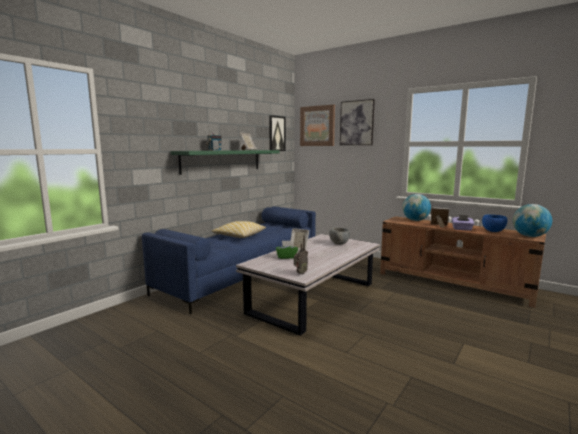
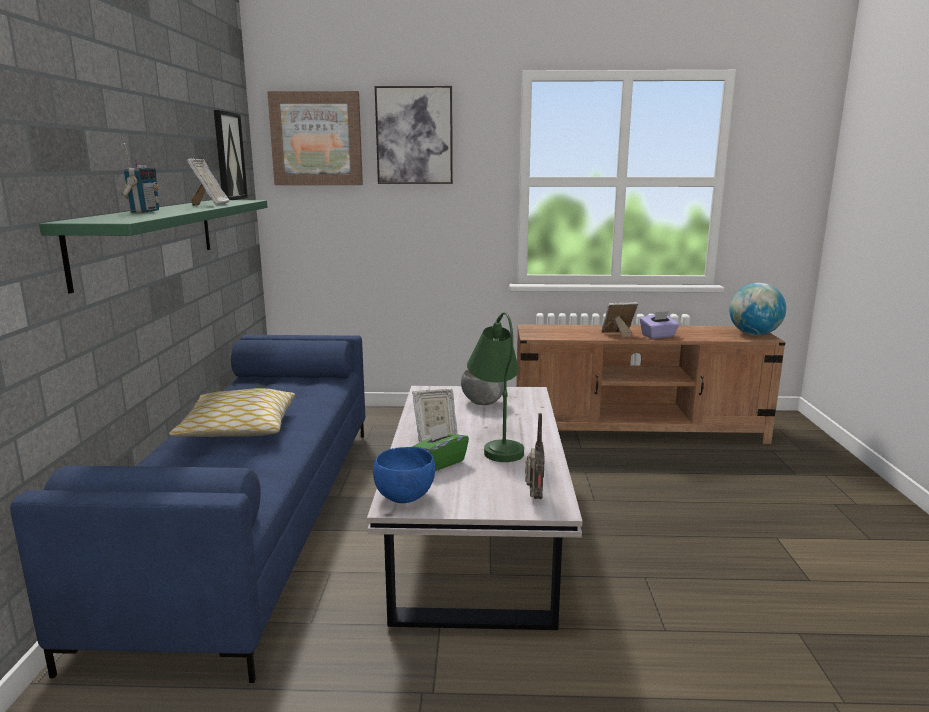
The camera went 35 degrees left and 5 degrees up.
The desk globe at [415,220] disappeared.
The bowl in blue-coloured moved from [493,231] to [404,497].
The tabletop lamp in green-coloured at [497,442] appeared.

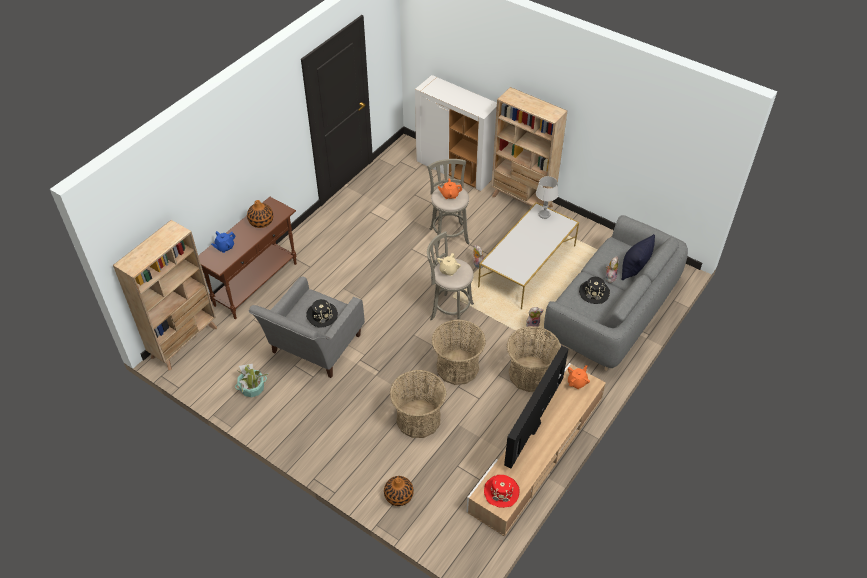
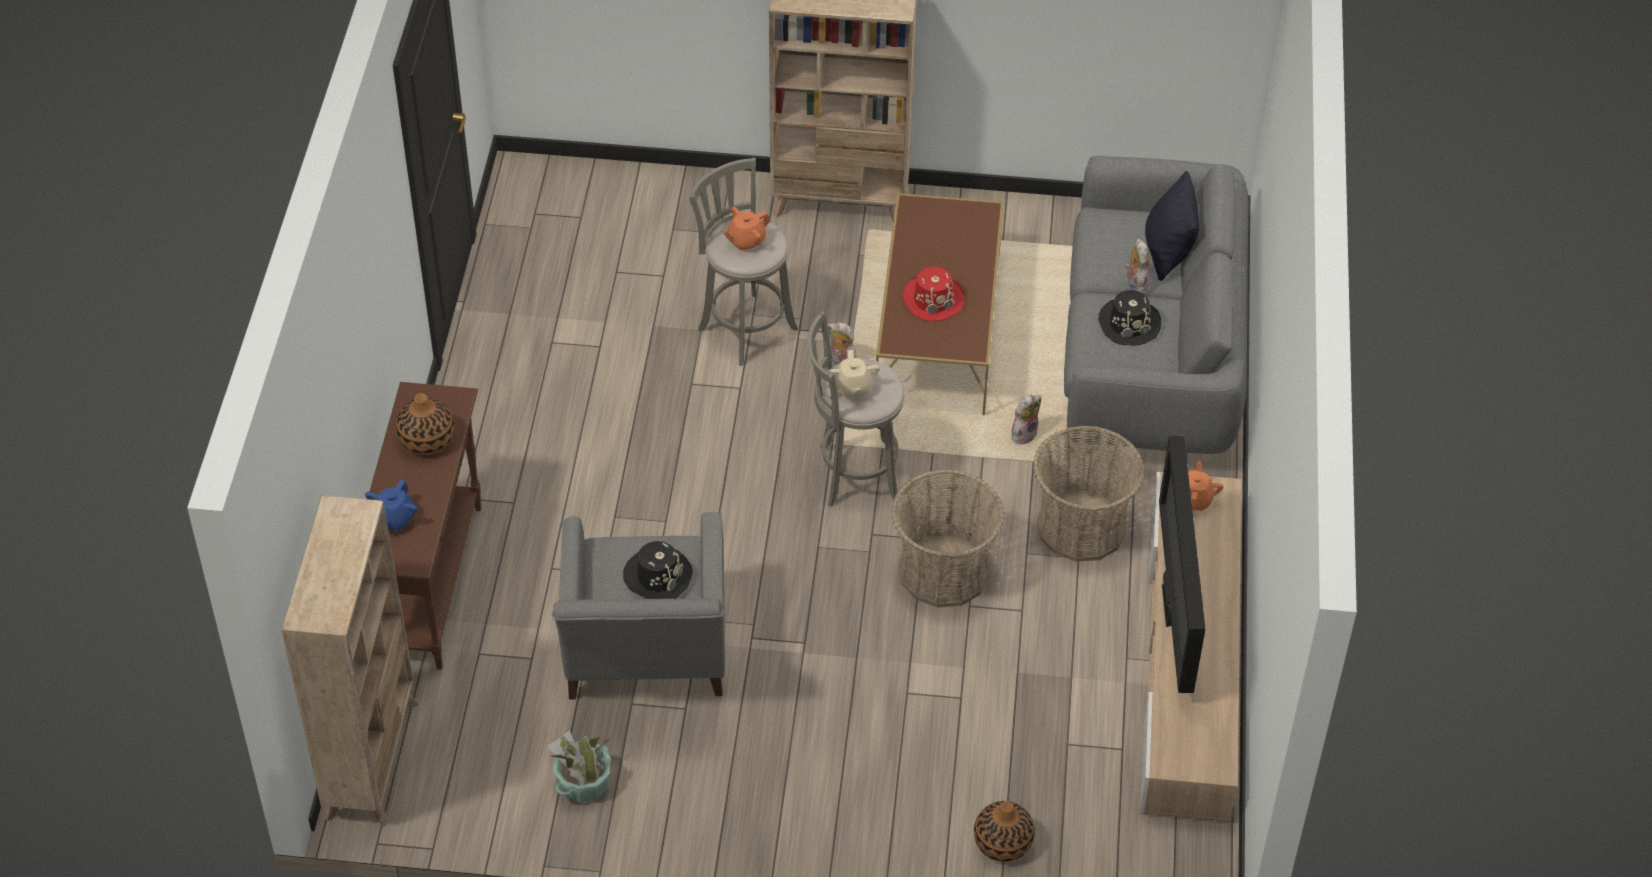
The camera went 30 degrees left and 0 degrees up.
The cupboard in white-coloured at [456,169] disappeared.
The tabletop lamp in grey at [544,214] disappeared.
The lounge table in white-coloured at [527,266] became the lounge table in brownish at [938,329].
The basket at [418,419] disappeared.
The hat in red moved from [501,491] to [933,299].

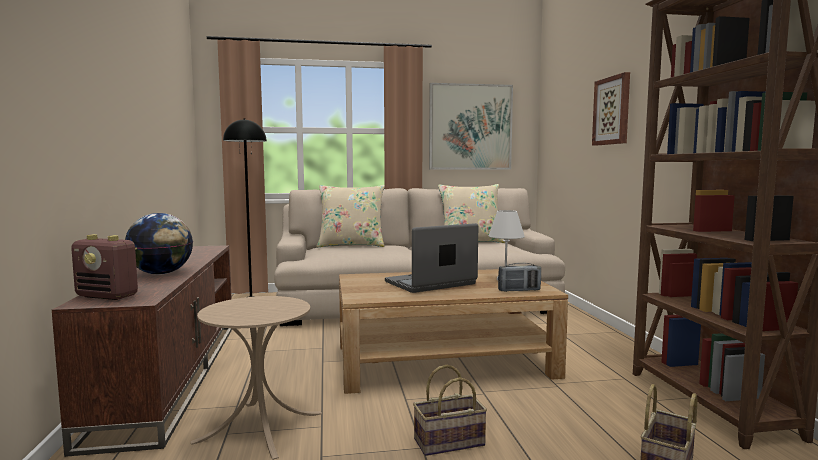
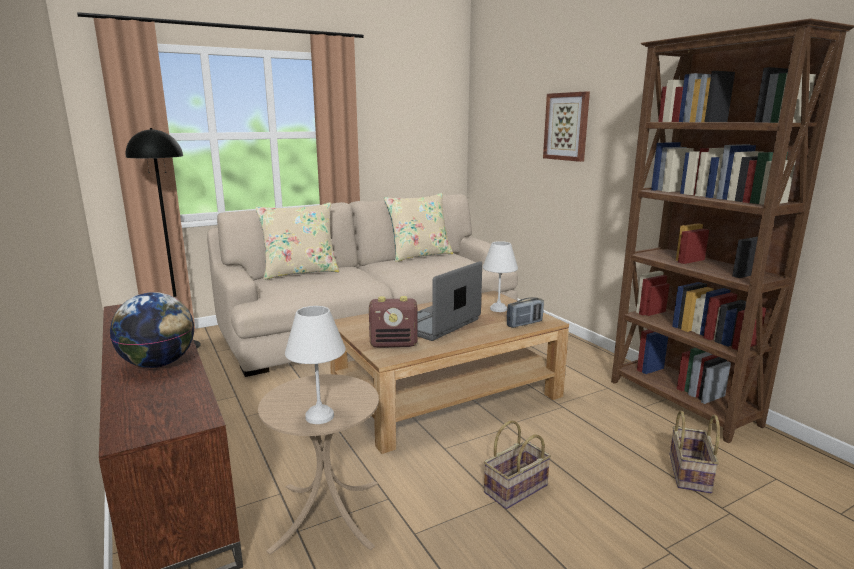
The camera went 20 degrees left and 10 degrees up.
The picture at [470,127] disappeared.
The radio receiver moved from [108,296] to [394,344].
The tabletop lamp in white-coloured at [318,416] appeared.

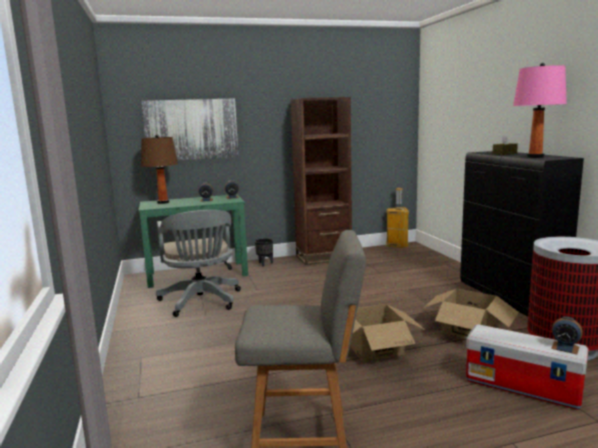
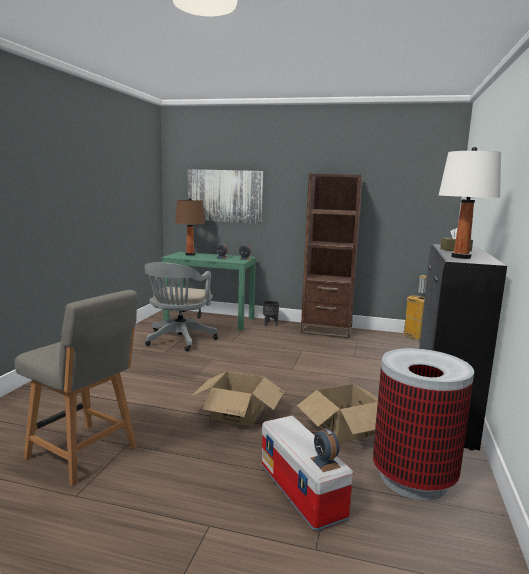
The camera went 30 degrees right and 0 degrees up.
The tabletop lamp in pink-coloured at [535,157] became the tabletop lamp in white-coloured at [460,257].

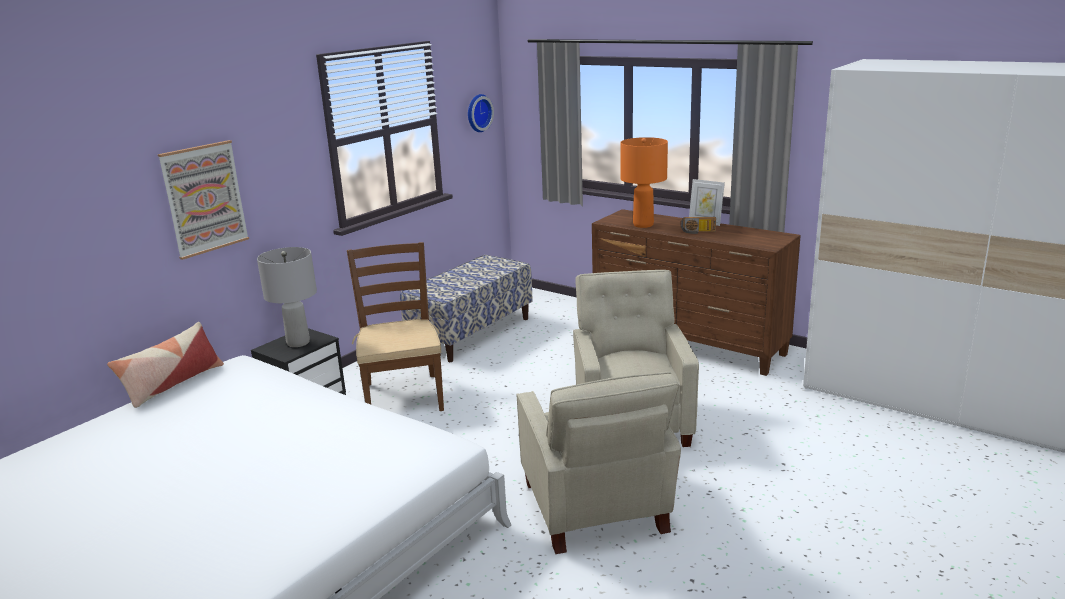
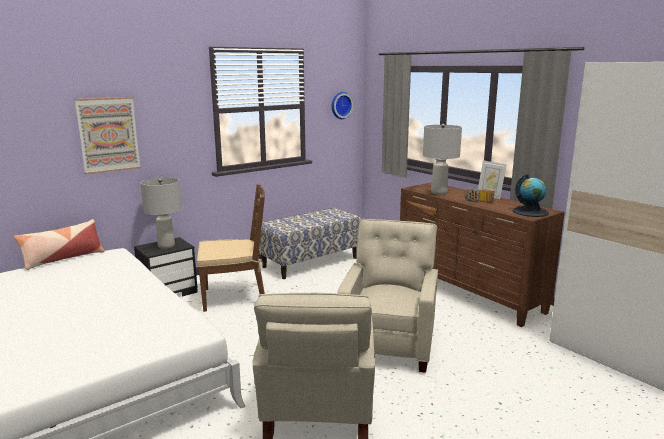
The camera went 15 degrees right and 5 degrees down.
The tabletop lamp in orange-coloured at [643,225] became the tabletop lamp in grey at [439,193].
The chair in brownish at [403,396] turned 75 degrees clockwise.
The desk globe at [530,212] appeared.

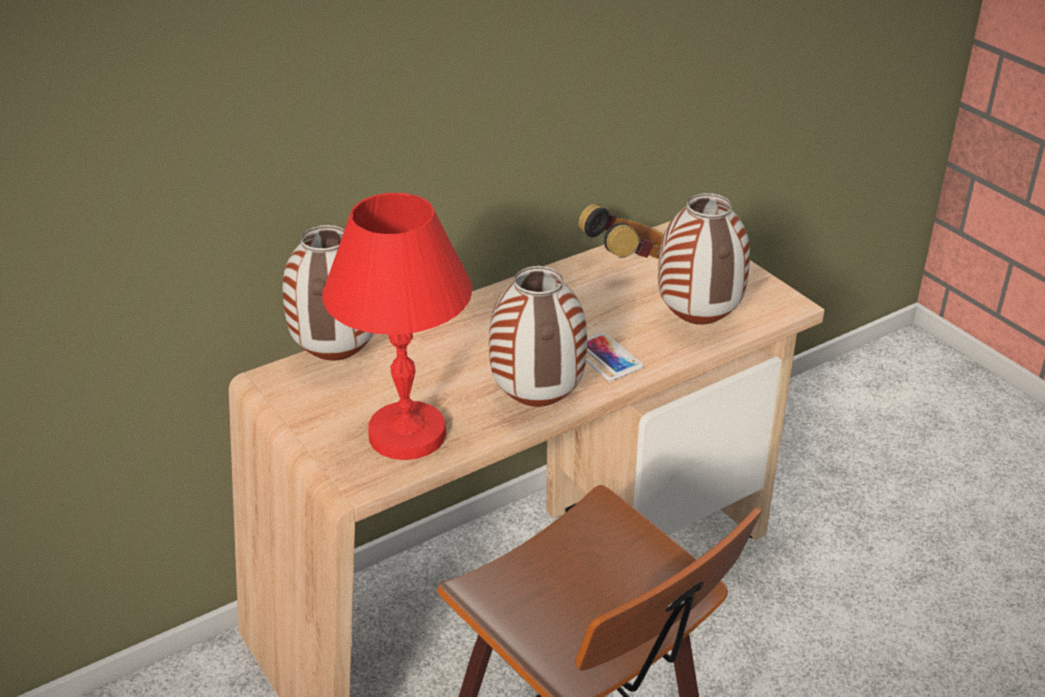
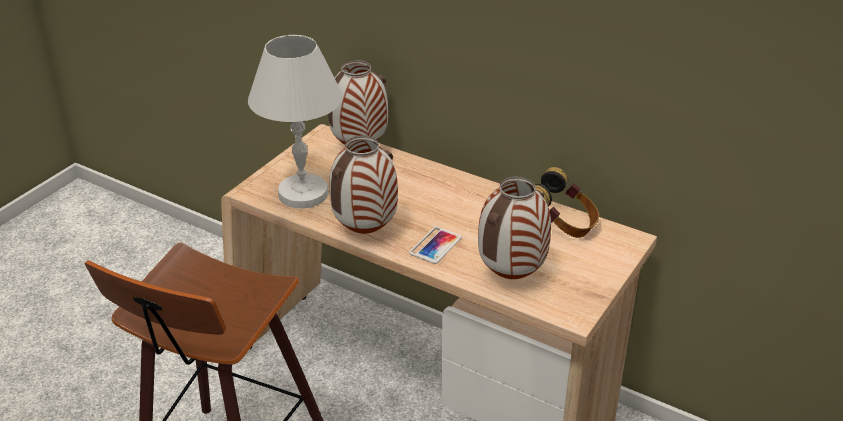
The camera went 65 degrees right and 0 degrees up.
The tabletop lamp in red at [407,435] became the tabletop lamp in white-coloured at [302,194].

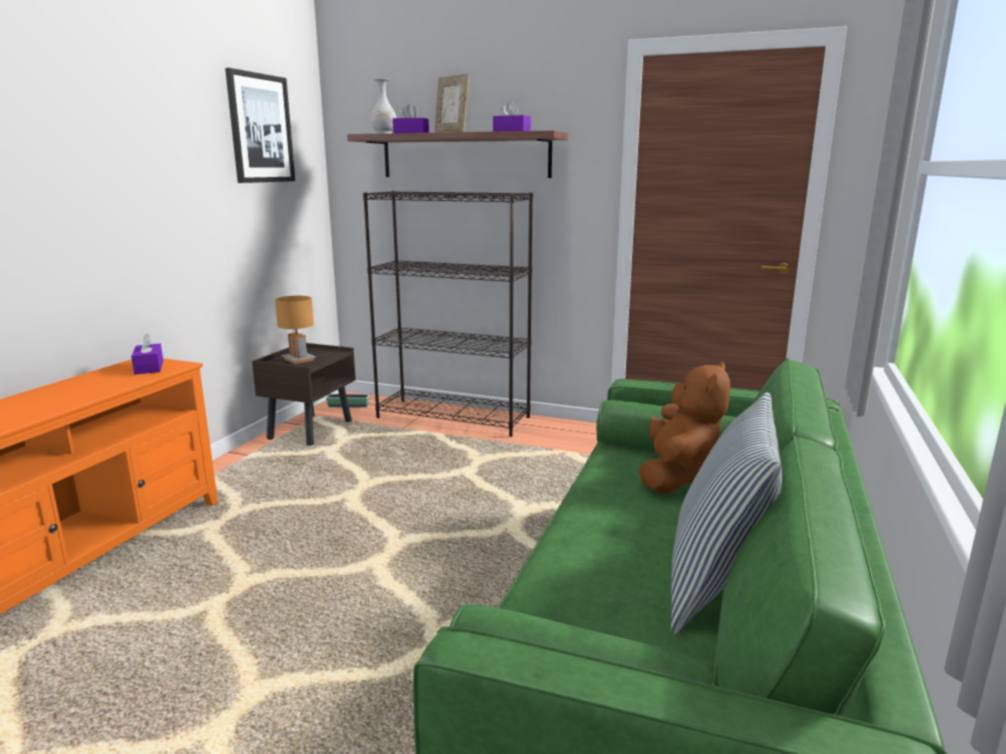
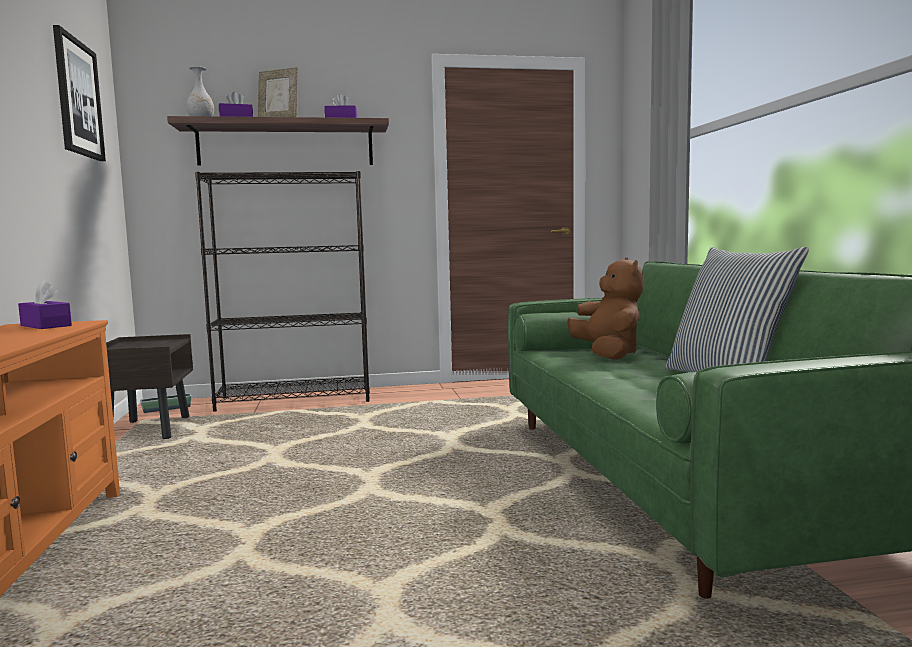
The camera went 30 degrees left and 10 degrees down.
The tabletop lamp in brownish at [298,360] disappeared.

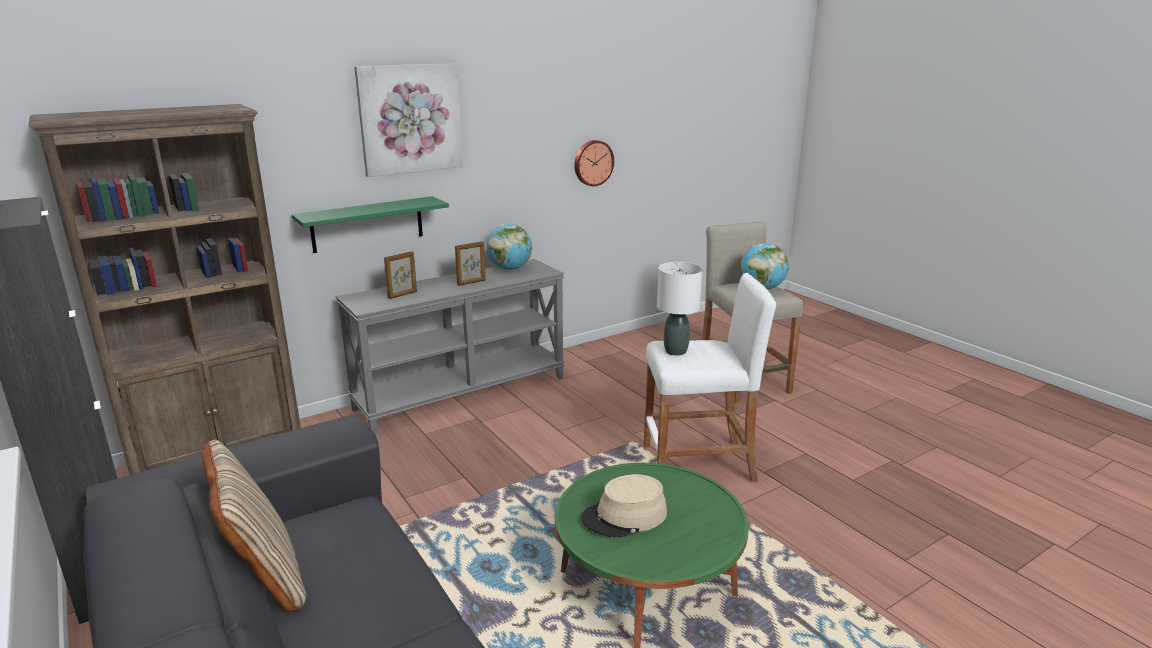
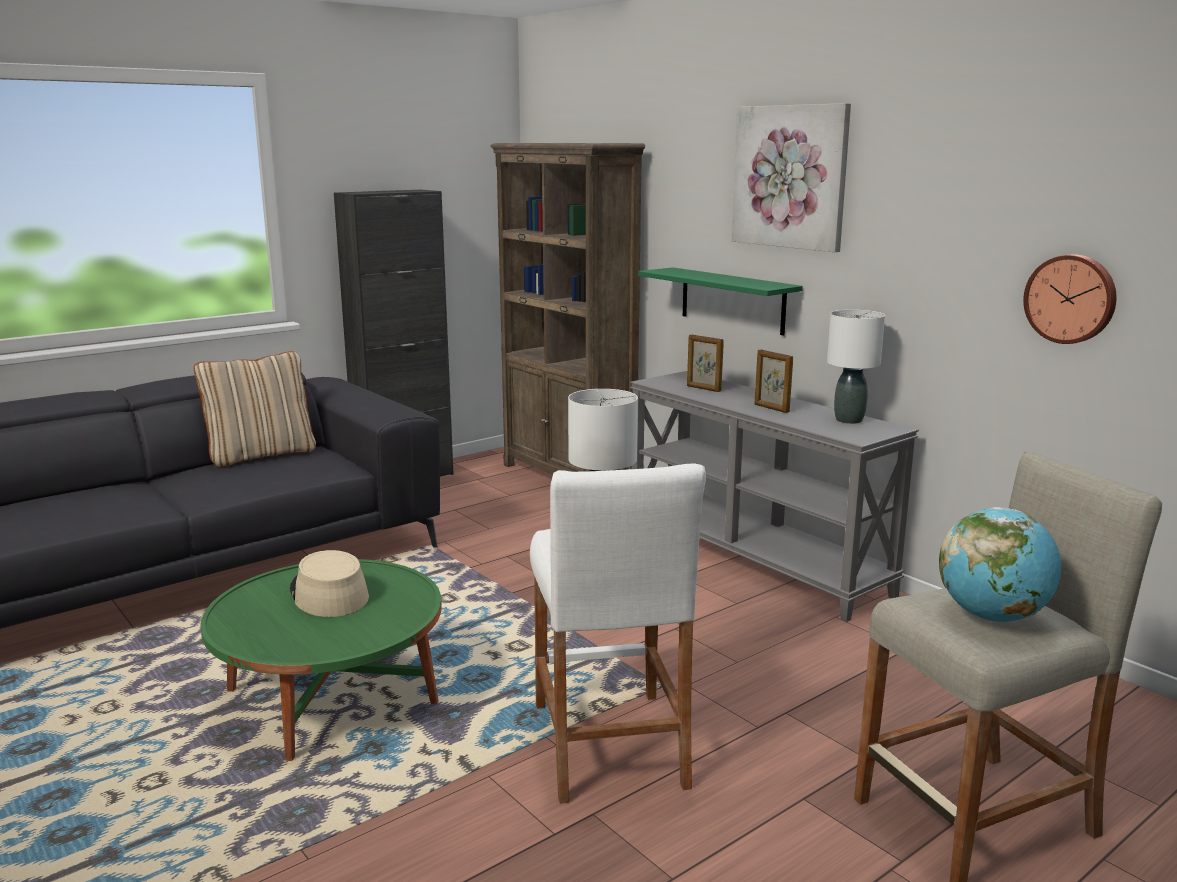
The camera went 85 degrees right and 5 degrees down.
The desk globe at [510,269] was replaced by the tabletop lamp in white-coloured at [849,420].

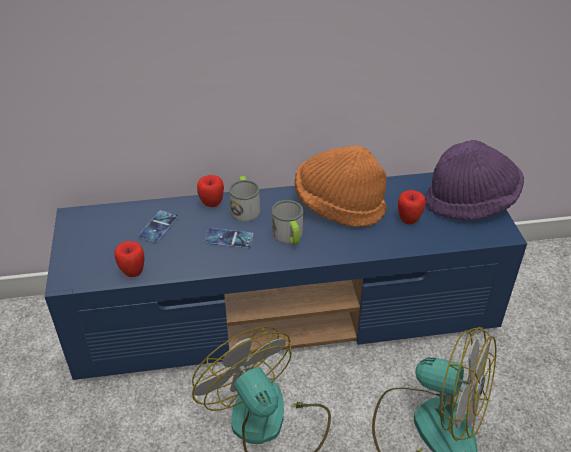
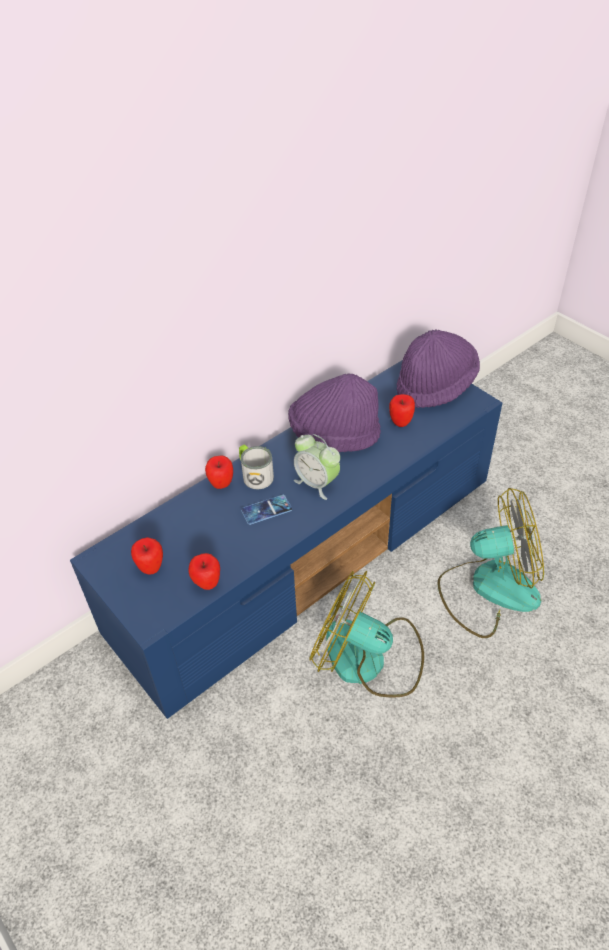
The camera went 30 degrees left and 5 degrees up.
The hat in orange-coloured at [339,206] became the hat in purple at [334,435].
The coffee mug at [289,236] was replaced by the bedside clock at [317,483].
The telephone at [158,227] disappeared.
The apple fruit at [151,568] appeared.

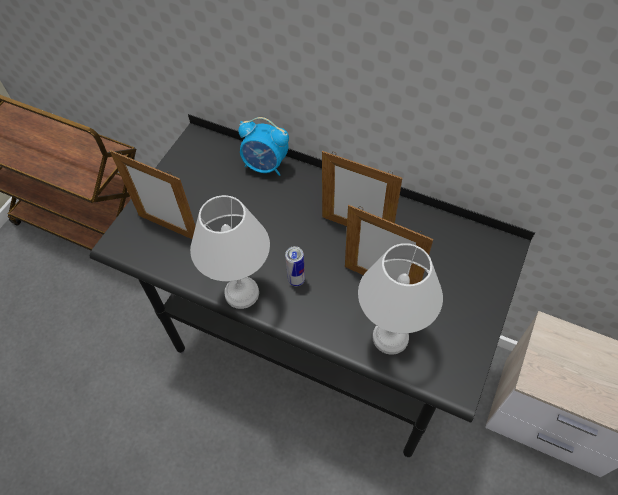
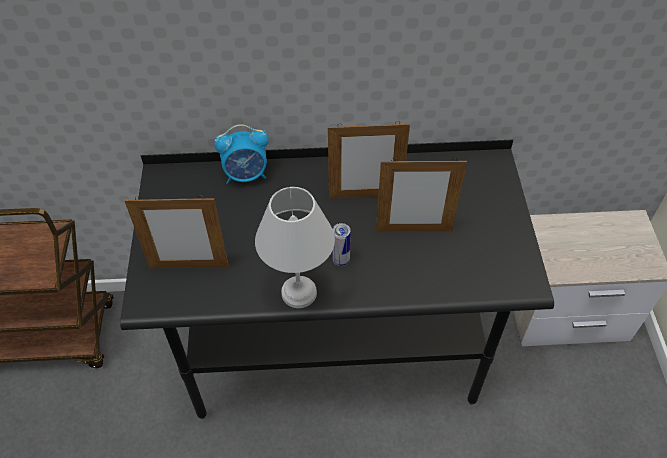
The camera went 30 degrees left and 5 degrees down.
The tabletop lamp in white-coloured at [388,337] disappeared.

